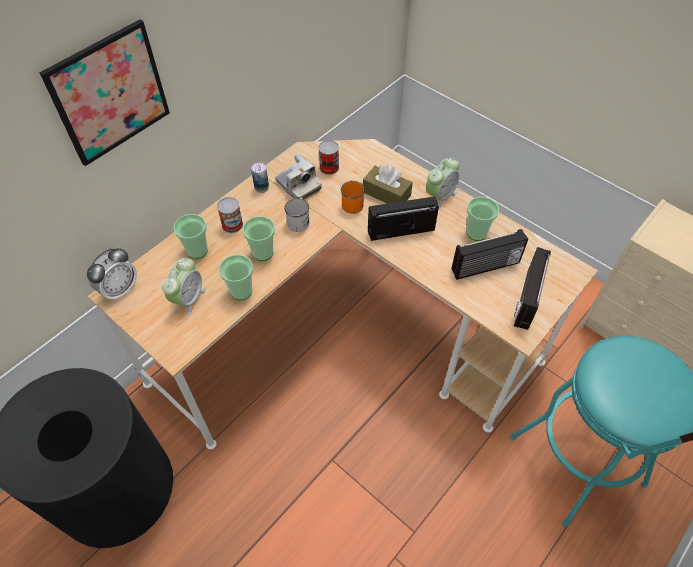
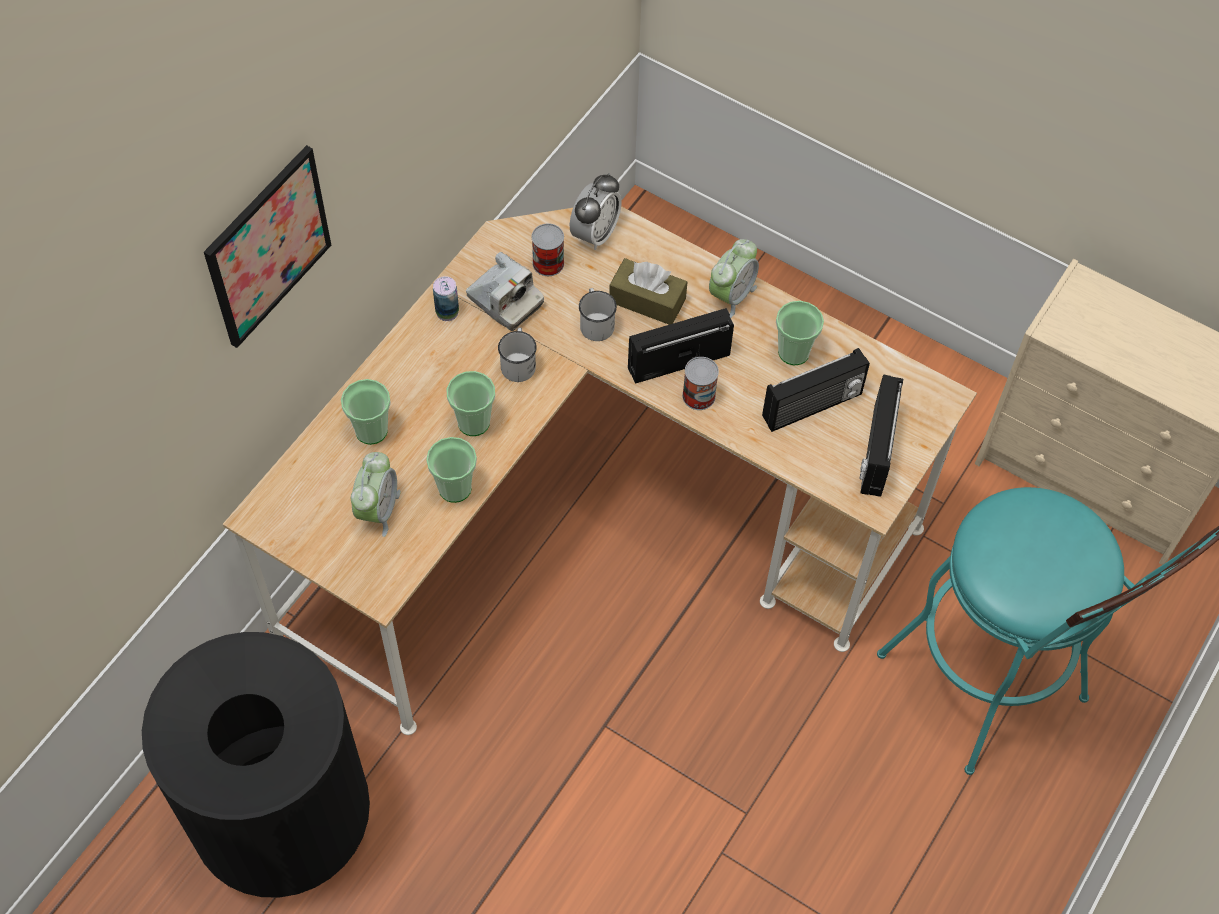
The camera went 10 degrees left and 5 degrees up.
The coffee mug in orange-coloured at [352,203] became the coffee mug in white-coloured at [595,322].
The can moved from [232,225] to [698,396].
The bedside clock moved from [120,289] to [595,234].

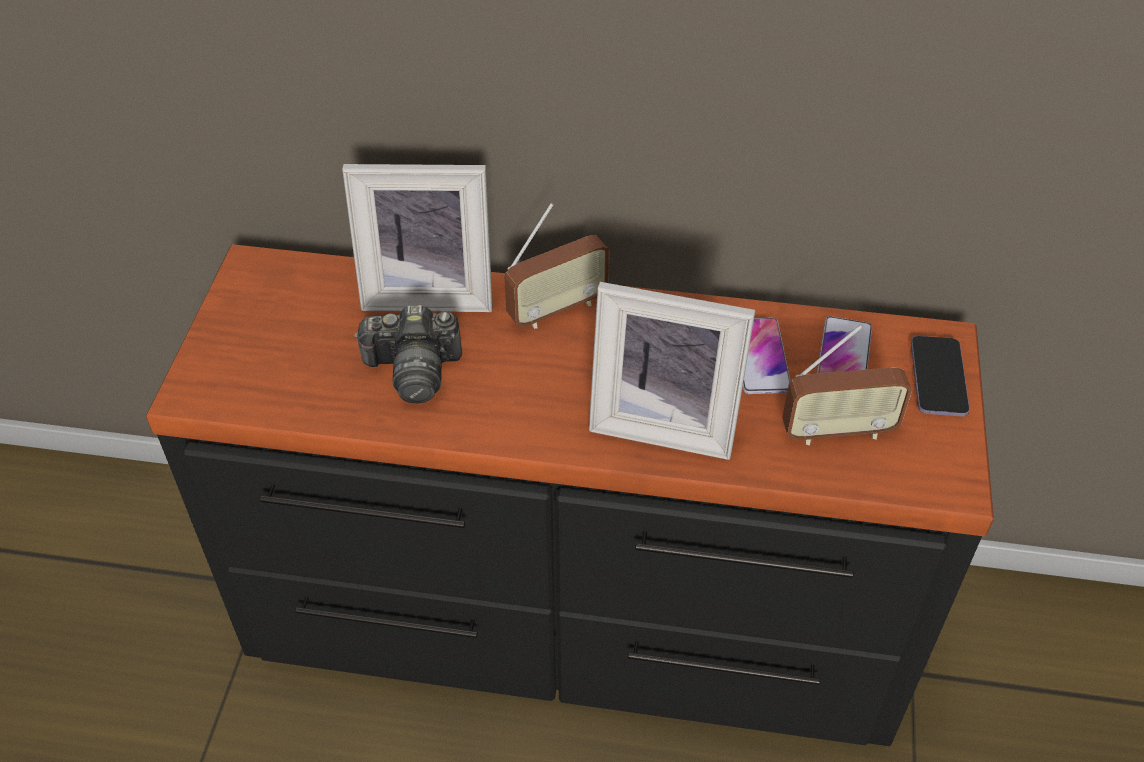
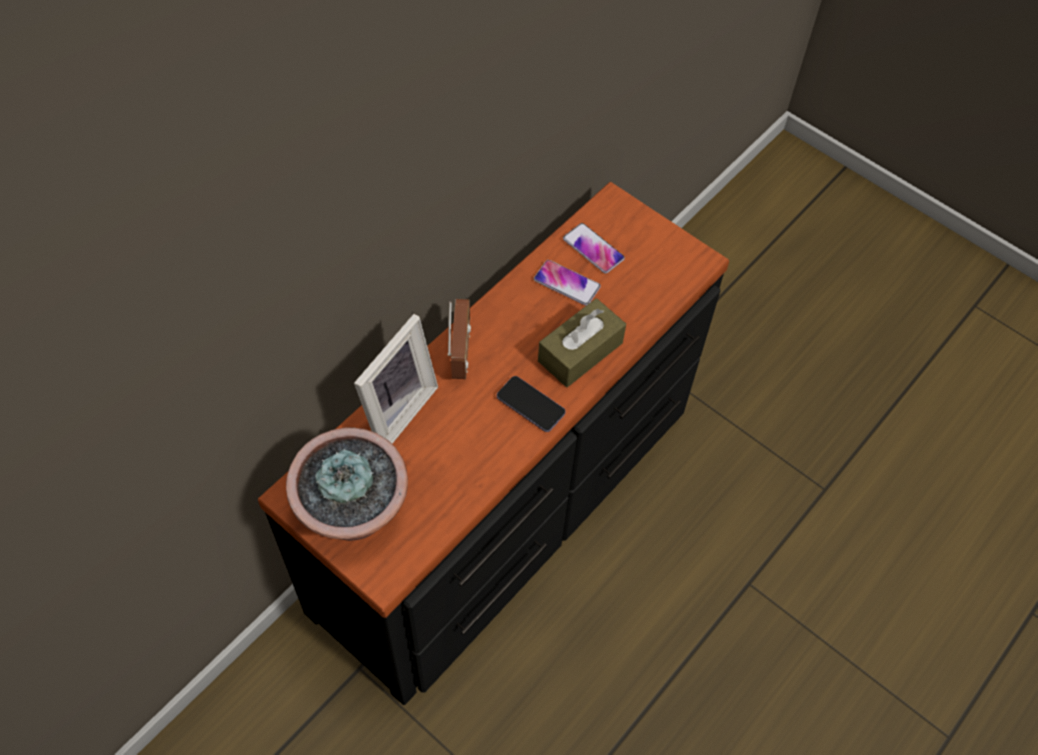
The camera went 60 degrees left and 10 degrees up.
The standing frame at [665,422] was replaced by the tissue box in brownish at [580,352].
The still camera at [414,370] disappeared.
The radio receiver at [838,431] disappeared.
The telephone moved from [938,378] to [530,405].
The potted plant at [354,512] appeared.

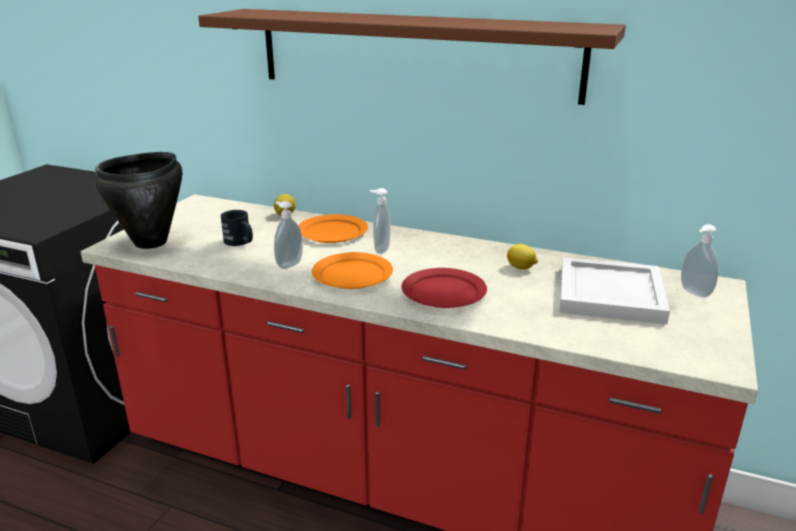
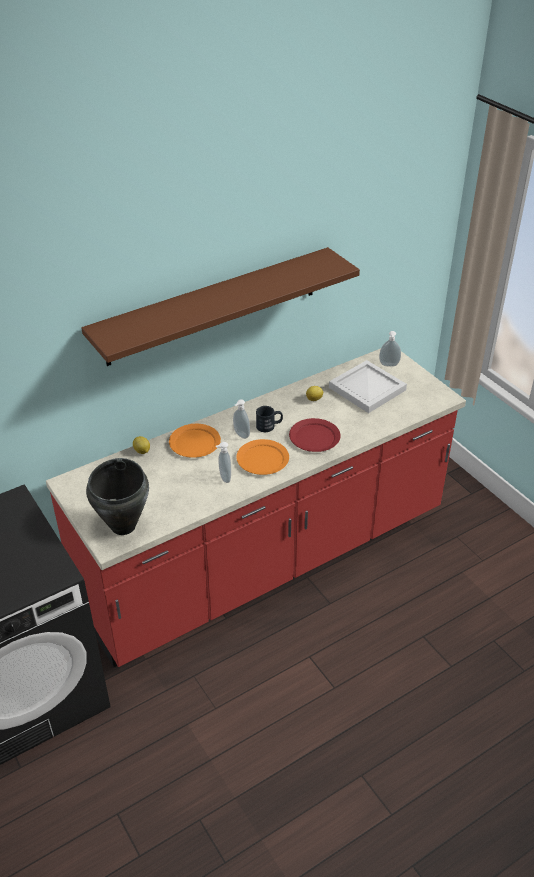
The camera went 55 degrees left and 15 degrees up.
The coffee mug in black moved from [240,242] to [269,426].

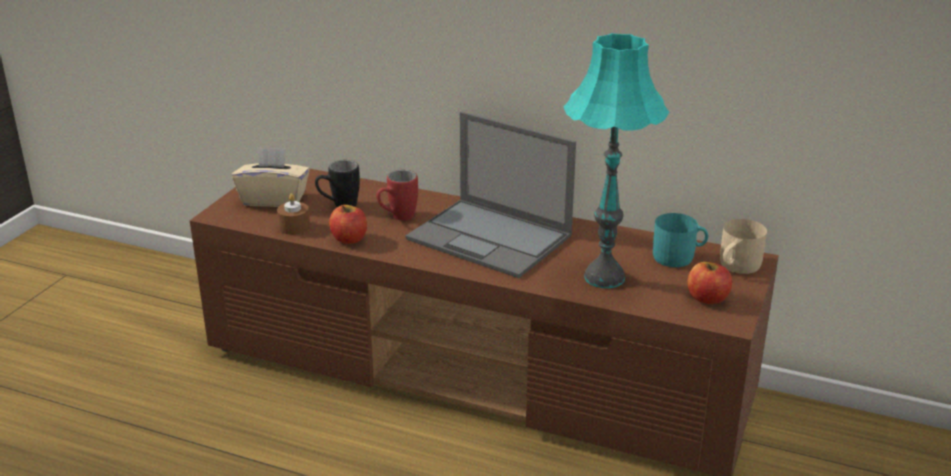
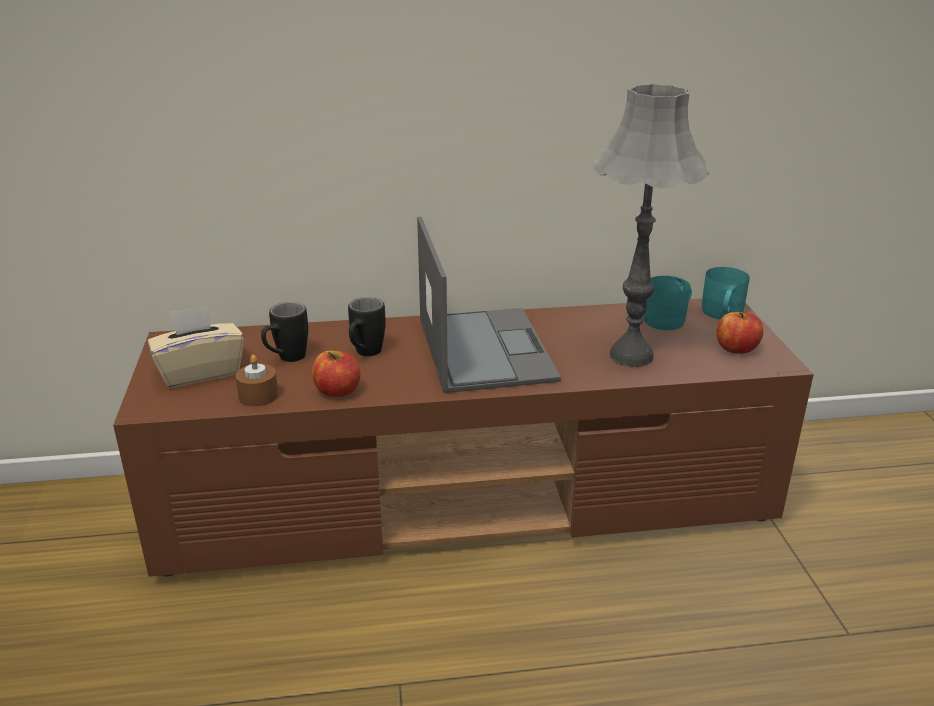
The camera went 30 degrees left and 0 degrees up.
The tabletop lamp in turquoise-coloured at [605,277] became the tabletop lamp in grey at [631,355].
The notebook computer at [491,238] turned 105 degrees counterclockwise.
The coffee mug in red at [397,218] became the coffee mug in black at [365,354].
The coffee mug in beige at [736,266] became the coffee mug in turquoise-coloured at [721,314].

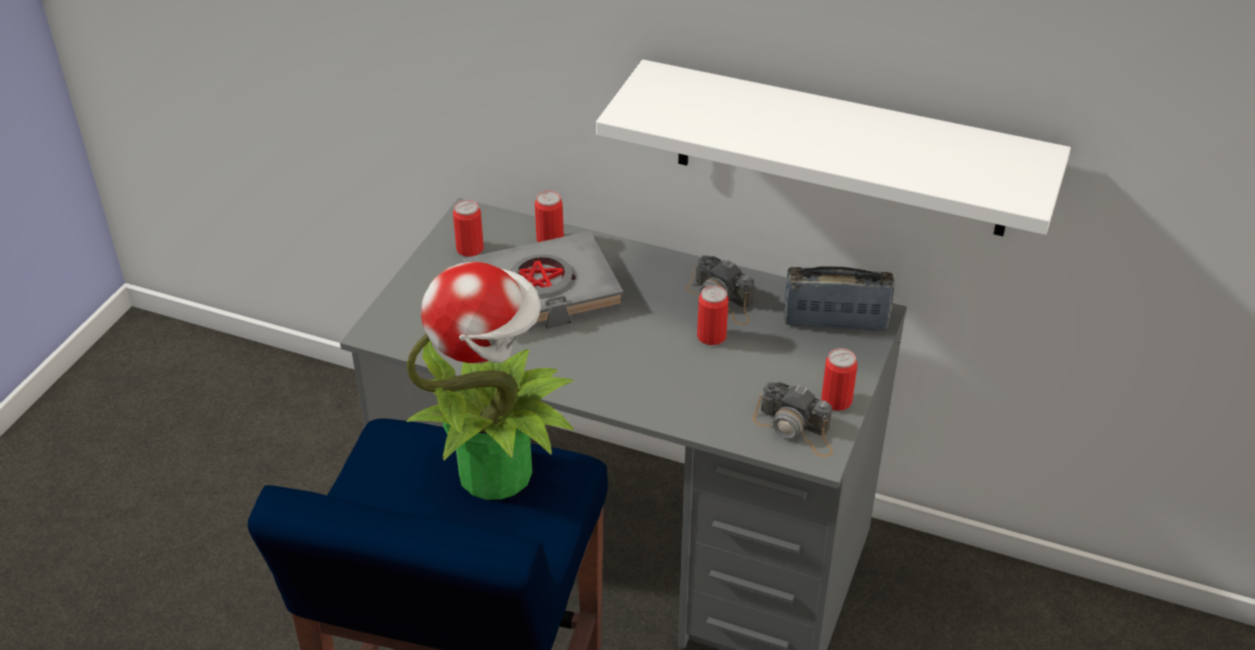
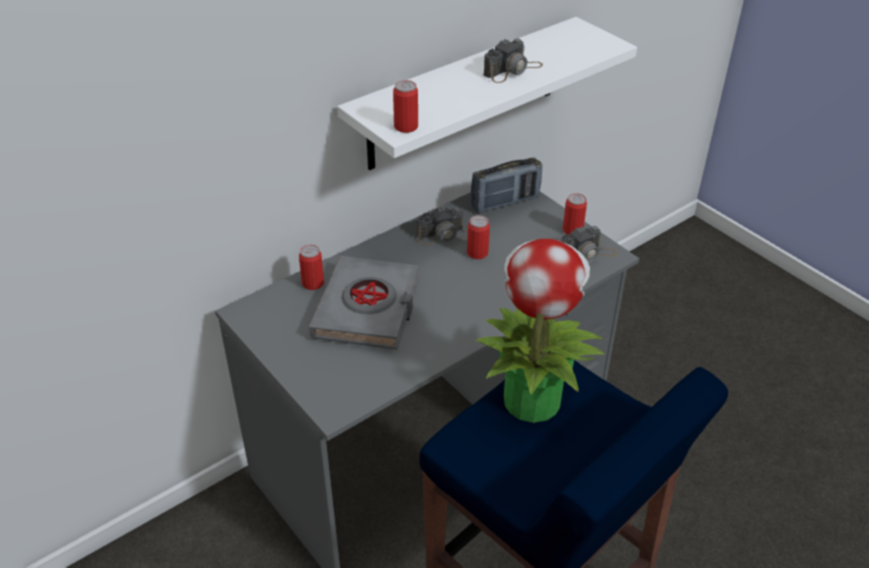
The camera went 60 degrees left and 0 degrees up.
The can moved from [470,249] to [406,127].
The radio receiver at [835,322] turned 150 degrees counterclockwise.
The still camera at [512,70] appeared.

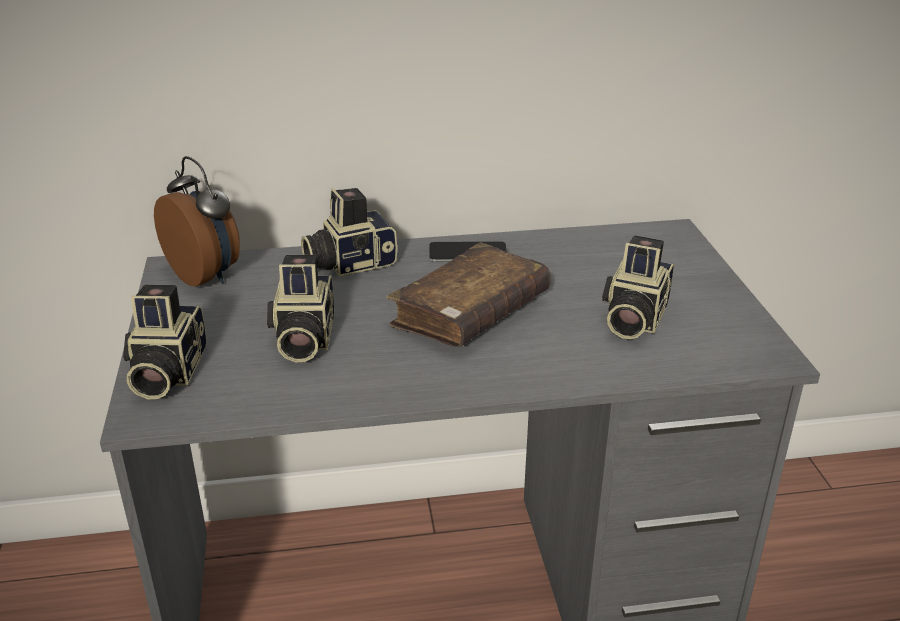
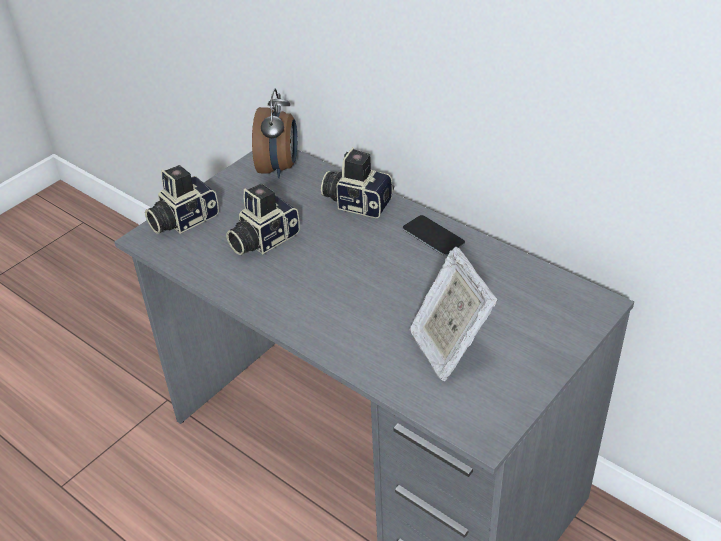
The camera went 50 degrees right and 10 degrees up.
The still camera at [632,318] was replaced by the standing frame at [448,347].
The bound book in brownish at [470,313] disappeared.

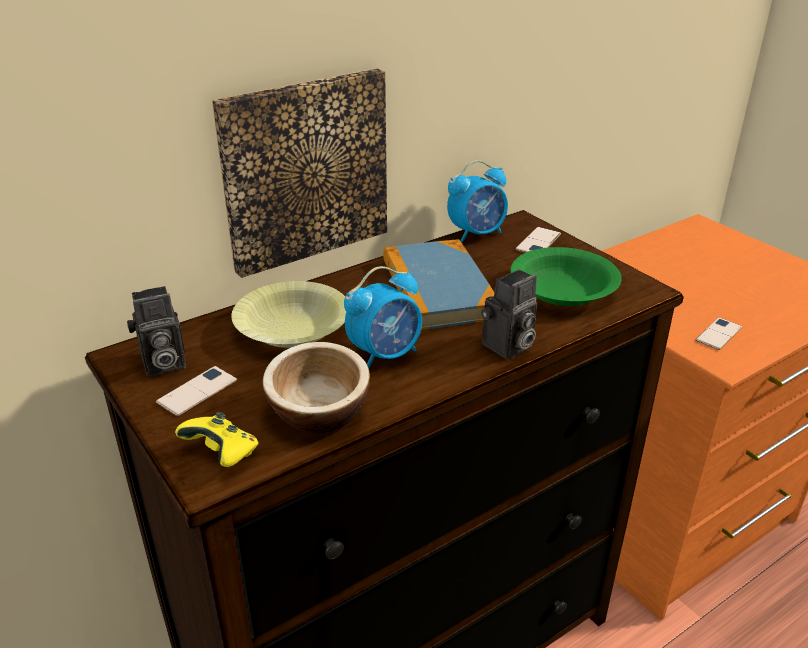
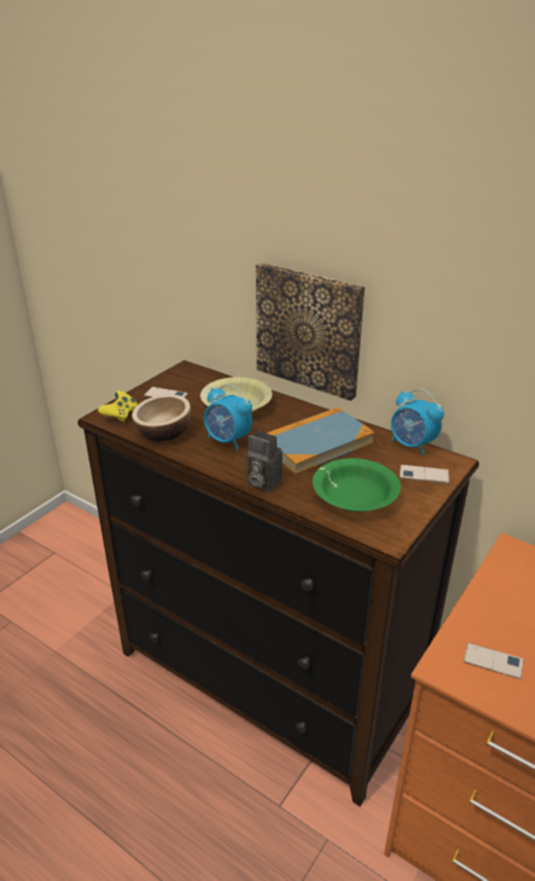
The camera went 70 degrees right and 0 degrees up.
The still camera at [161,364] disappeared.

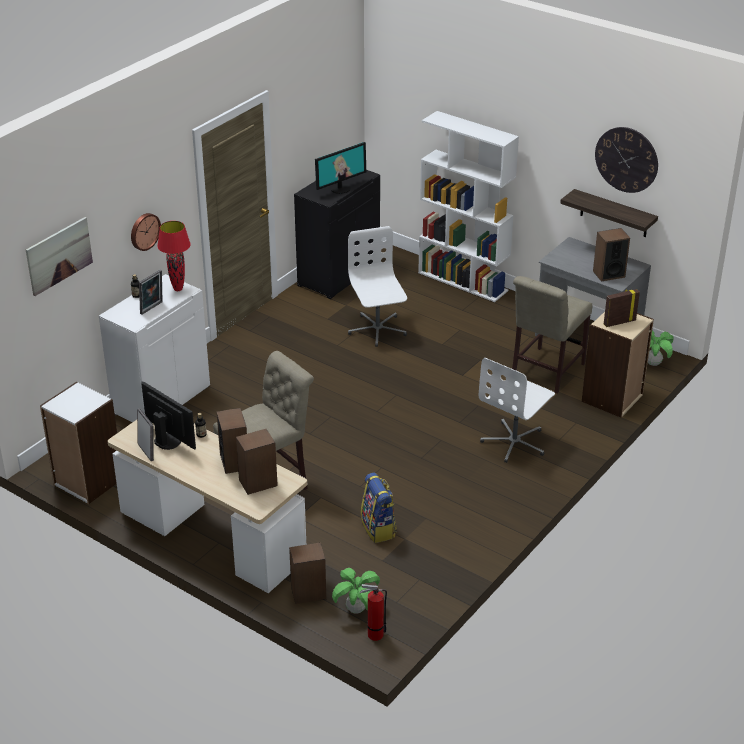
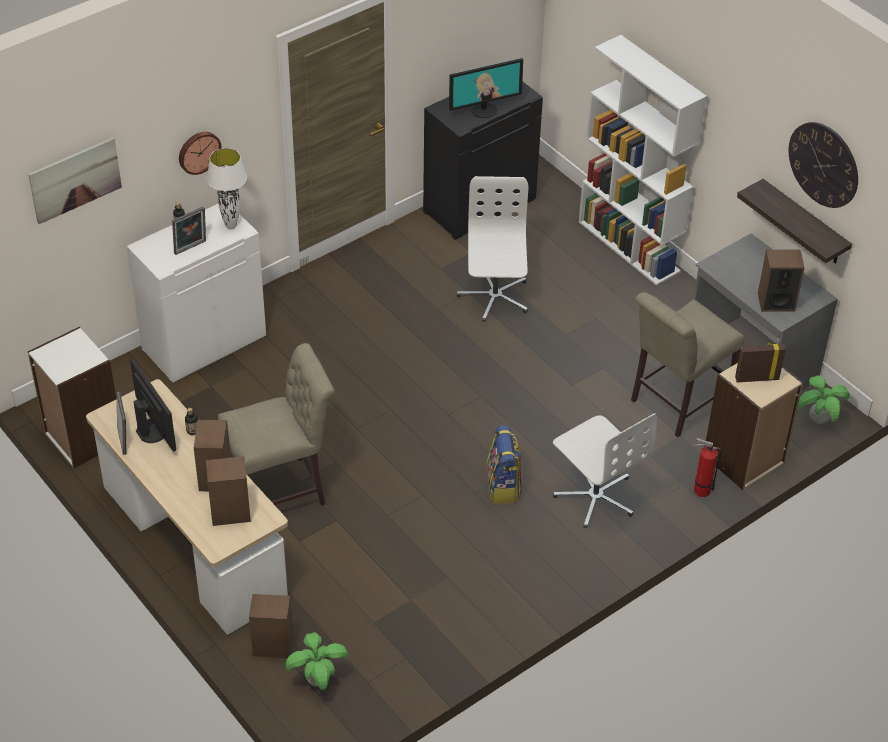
The camera went 15 degrees right and 10 degrees up.
The tabletop lamp in red at [178,289] became the tabletop lamp in white-coloured at [231,226].
The desk chair in white-coloured at [515,442] turned 90 degrees counterclockwise.
The knapsack moved from [379,528] to [504,487].
The extinguisher moved from [373,635] to [699,490].

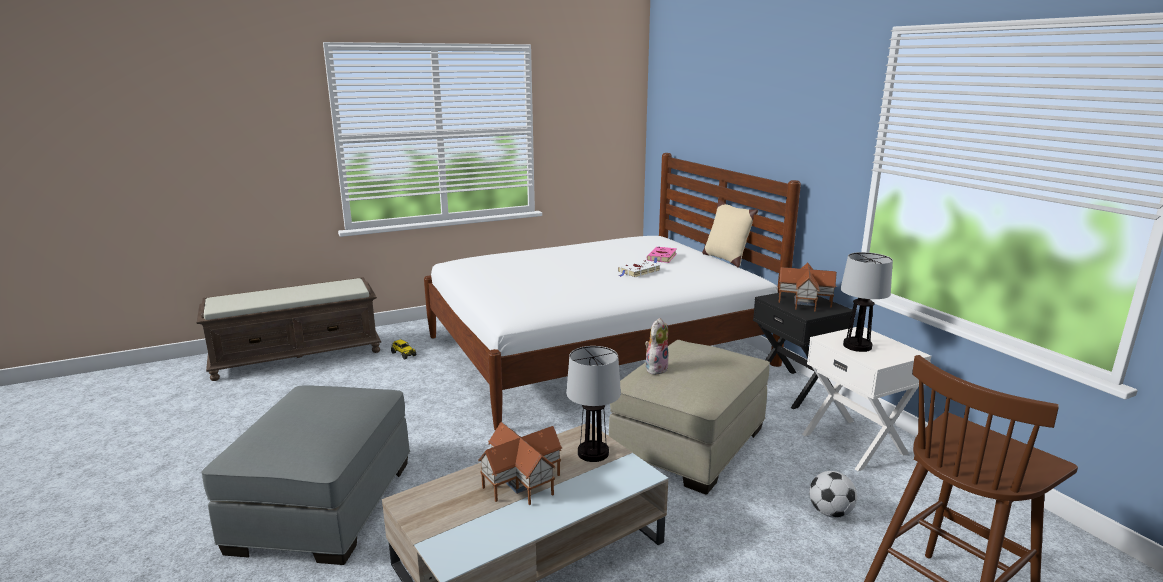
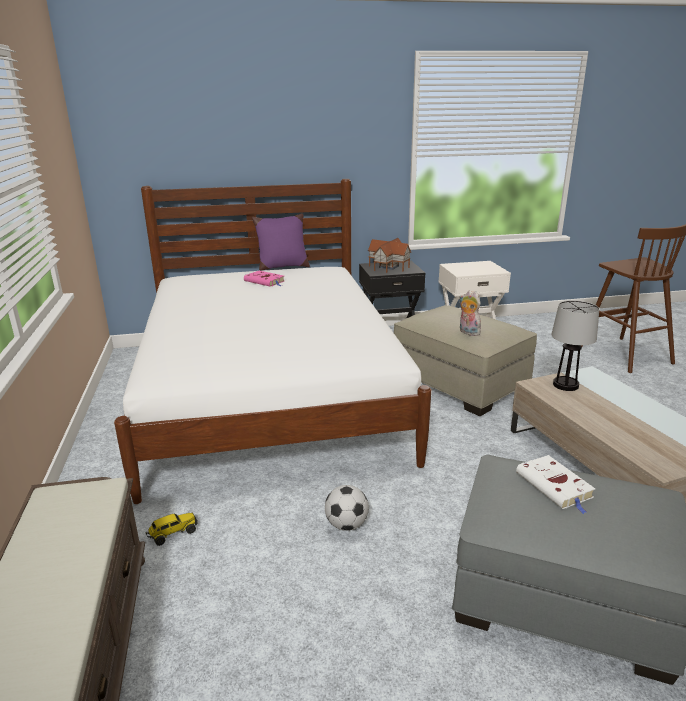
The camera went 75 degrees left and 5 degrees up.
The pillow in beige at [726,259] became the pillow in purple at [282,267].
The tabletop lamp at [857,346] disappeared.
The bound book in white-coloured moved from [638,272] to [555,486].
The model house at [521,482] disappeared.
The football moved from [830,512] to [346,525].

